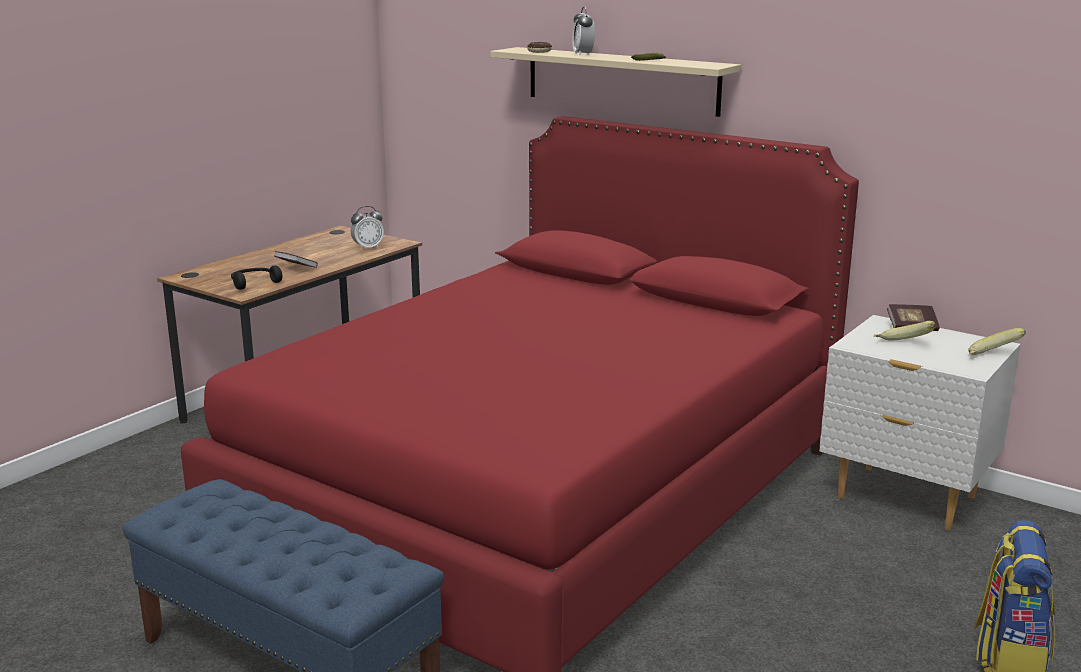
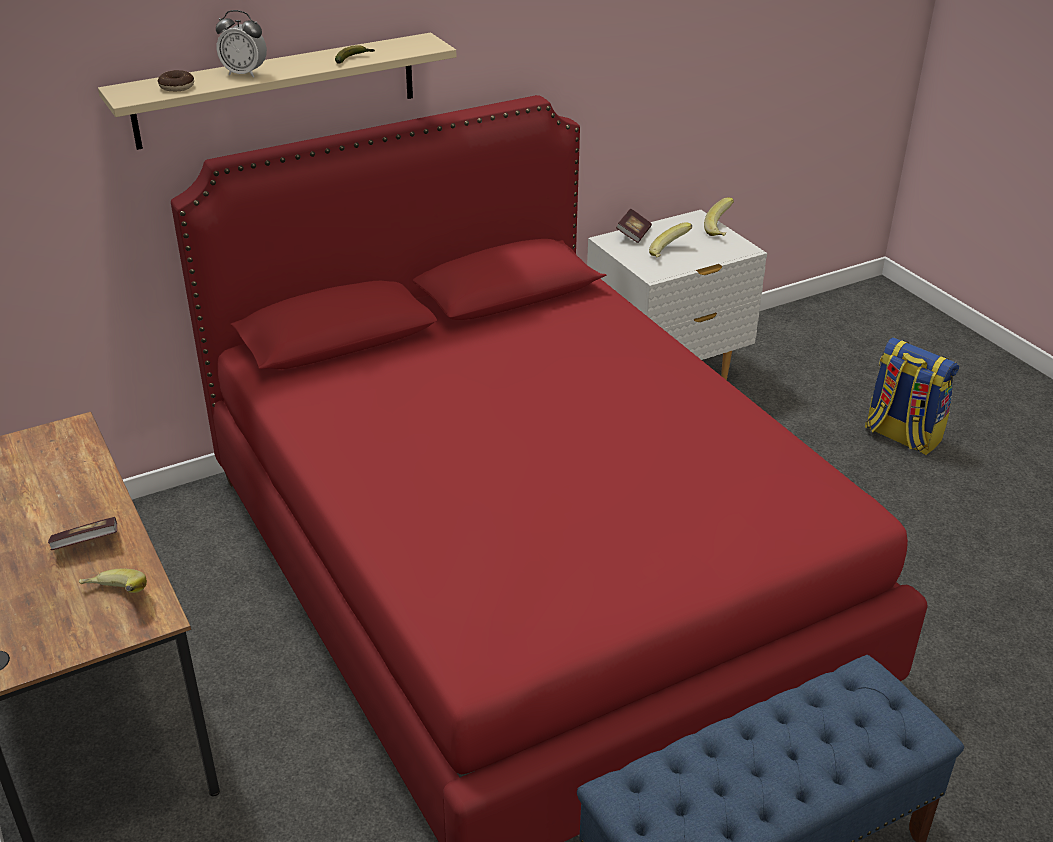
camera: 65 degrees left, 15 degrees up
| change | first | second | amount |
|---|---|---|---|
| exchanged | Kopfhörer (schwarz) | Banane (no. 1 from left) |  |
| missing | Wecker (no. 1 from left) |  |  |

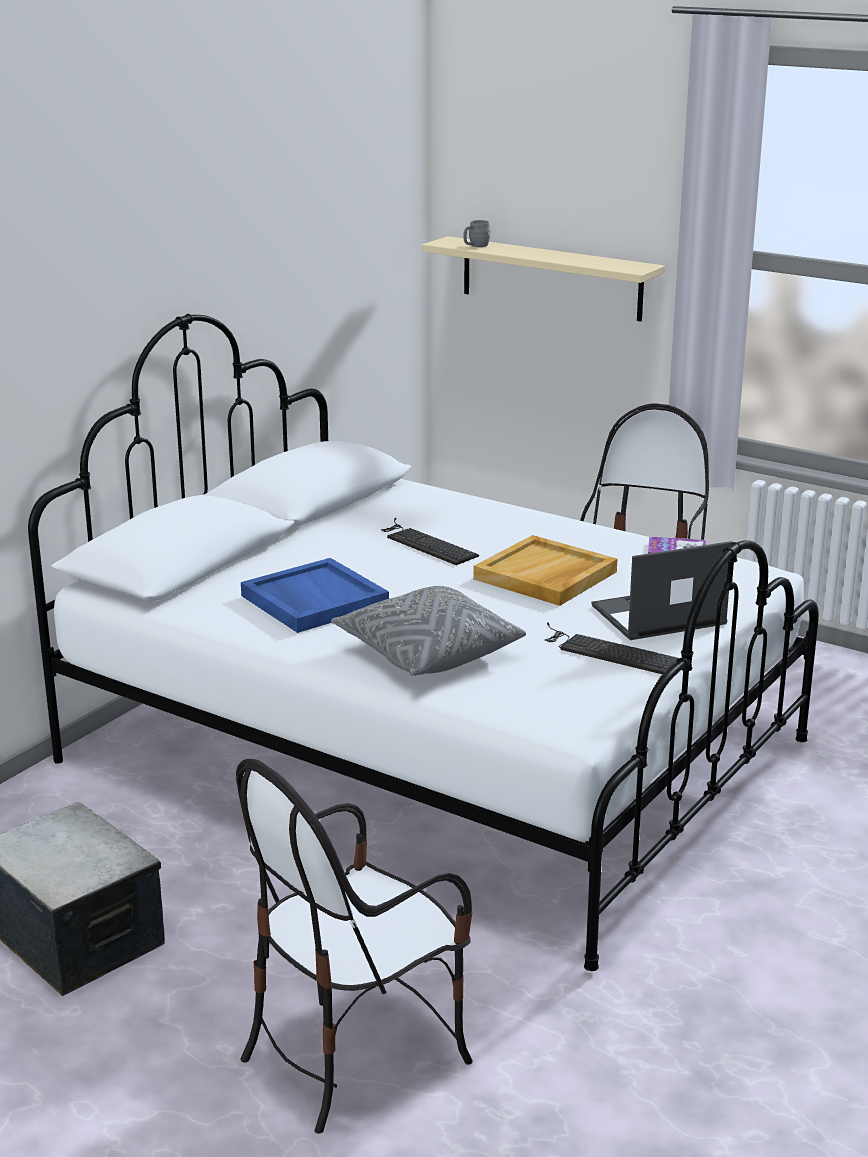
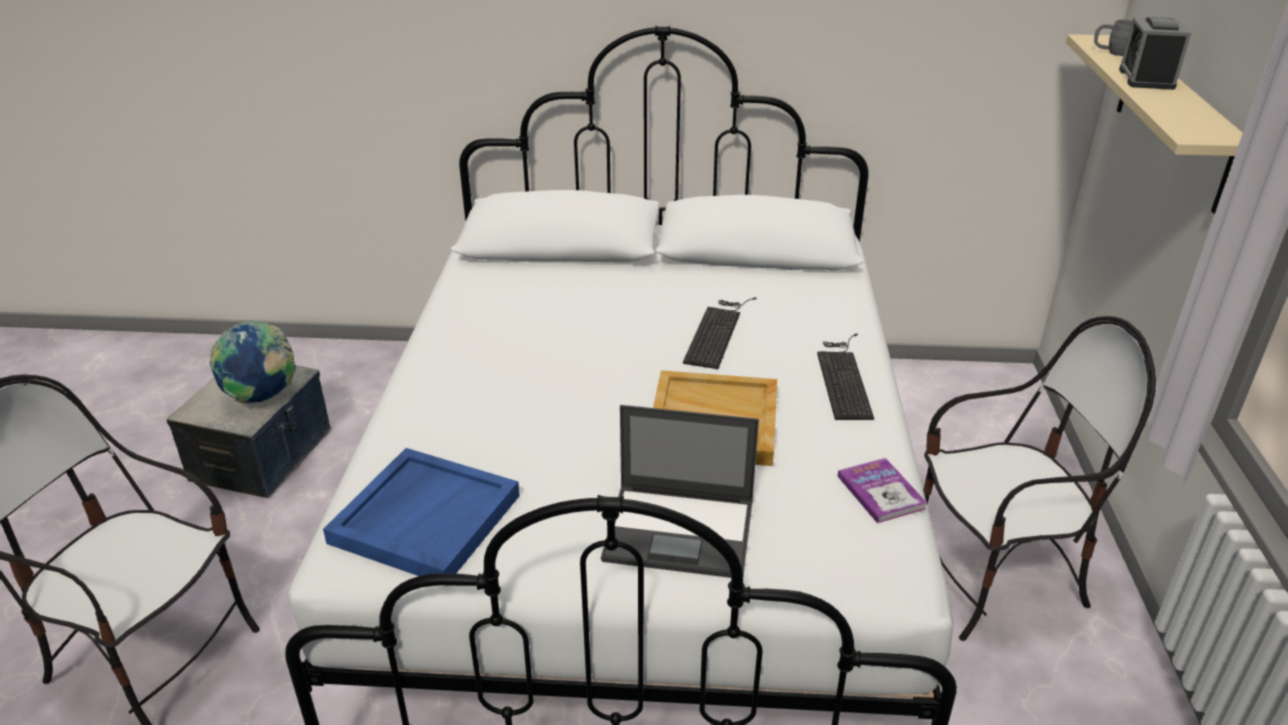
camera: 60 degrees right, 10 degrees up
| change | first | second | amount |
|---|---|---|---|
| appeared |  | Globus |  |
| relocated | Tablett (blau) |  |  |
| spun | Laptop |  | 150 degrees clockwise |
| relocated | Tastatur (no. 2 from left) |  |  |
| appeared |  | Wecker |  |
| missing | Kissen (grau) |  |  |

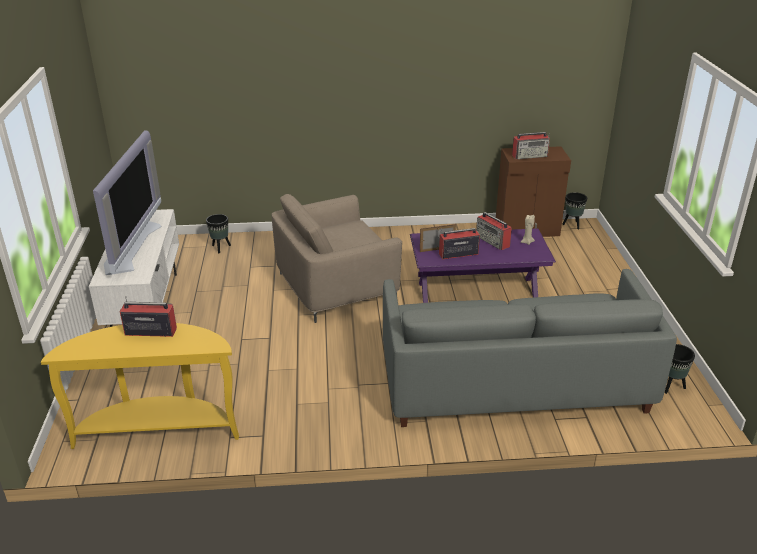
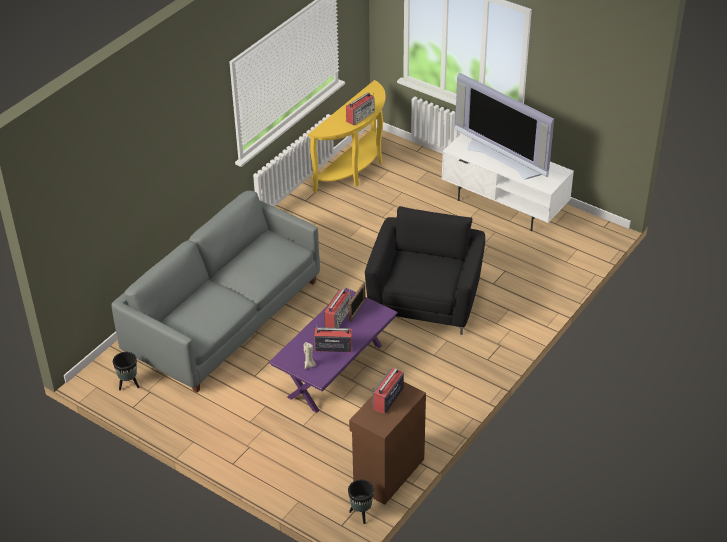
camera: 130 degrees right, 10 degrees up
| change | first | second | amount |
|---|---|---|---|
| colour | Sessel (beige) | Sessel (schwarz) |  |
| missing | Pflanzkübel (schwarz) (no. 1 from left) |  |  |

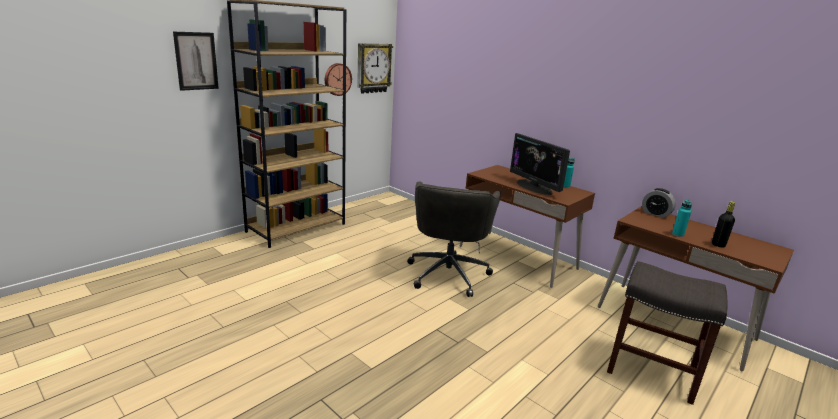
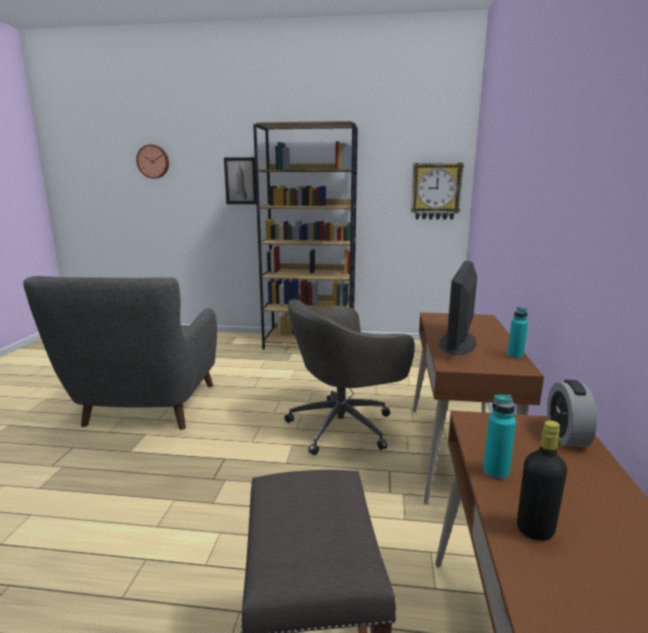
camera: 55 degrees right, 5 degrees down
| change | first | second | amount |
|---|---|---|---|
| appeared |  | Sessel (grau) |  |
| relocated | Wanduhr (no. 1 from left) |  |  |

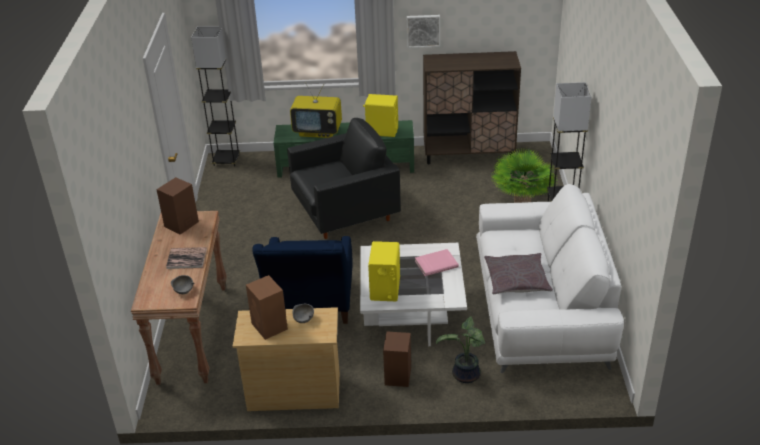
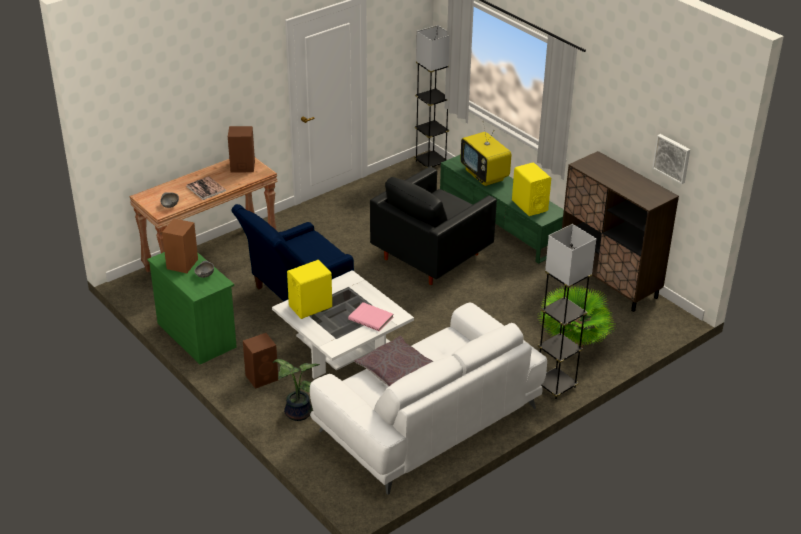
camera: 50 degrees right, 0 degrees up
| change | first | second | amount |
|---|---|---|---|
| colour | Kommode (beige) | Kommode (grün) |  |
| spun | Sessel (schwarz) |  | 105 degrees clockwise |
| relocated | Bild |  |  |

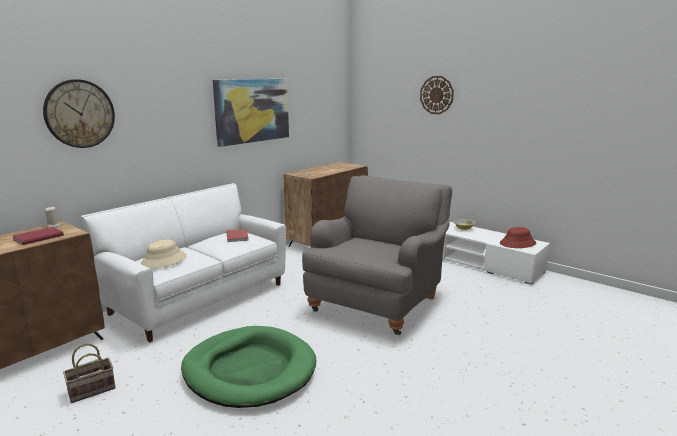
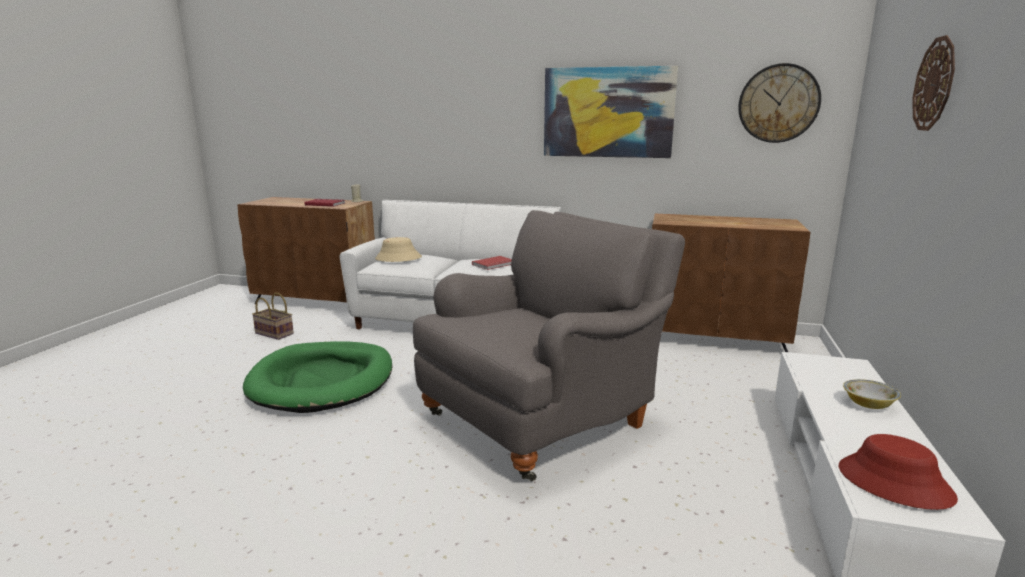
camera: 65 degrees right, 0 degrees up
| change | first | second | amount |
|---|---|---|---|
| spun | Sessel (grau) |  | 45 degrees counterclockwise |
| relocated | Wanduhr (no. 1 from left) |  |  |

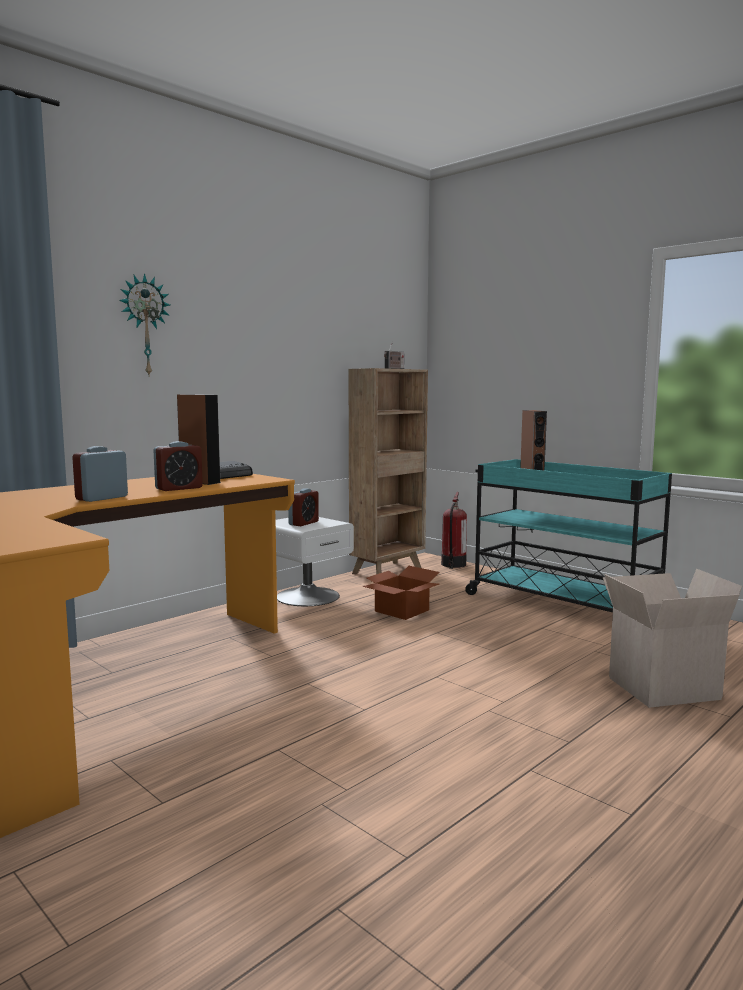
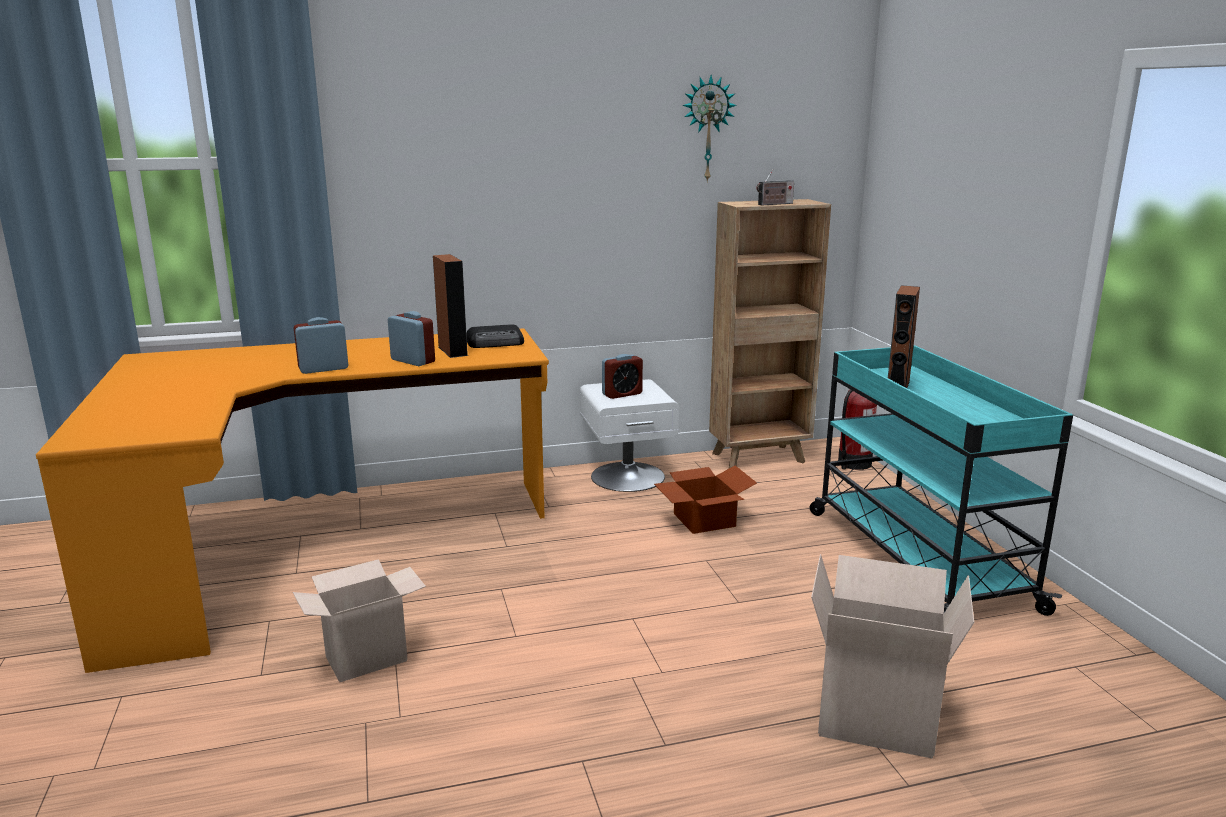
camera: 30 degrees right, 10 degrees up
| change | first | second | amount |
|---|---|---|---|
| appeared |  | Karton (no. 1 from left) |  |
| spun | Wecker (no. 2 from left) |  | 135 degrees counterclockwise |
| relocated | Wanduhr |  |  |

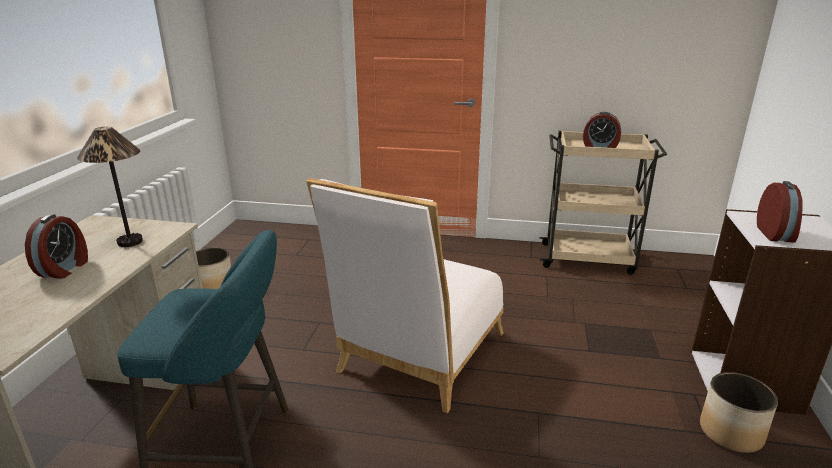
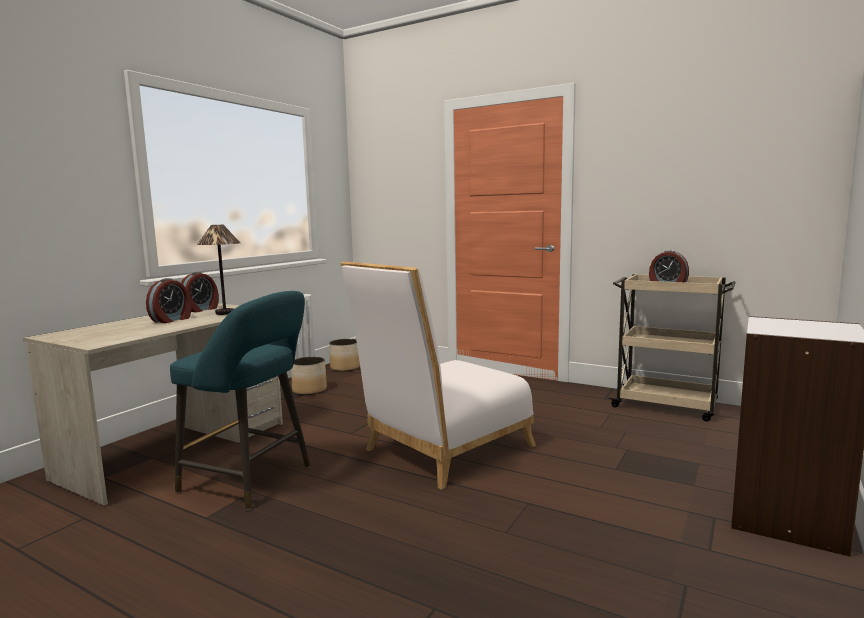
camera: 20 degrees right, 15 degrees down
| change | first | second | amount |
|---|---|---|---|
| relocated | Wecker (no. 3 from left in the first image) | Wecker (no. 2 from left) |  |
| relocated | Pflanzkübel (no. 2 from left) |  |  |

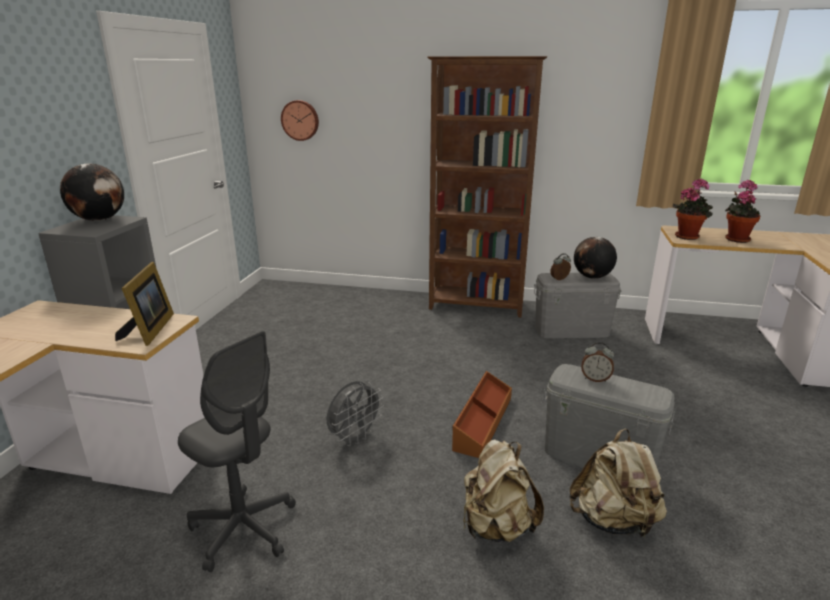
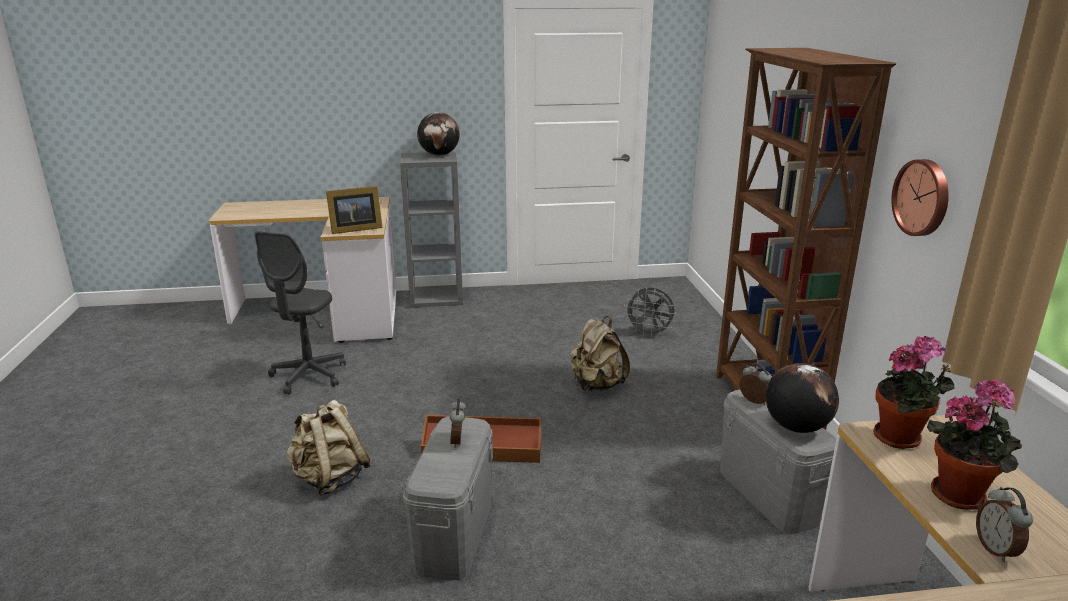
camera: 70 degrees right, 0 degrees up
| change | first | second | amount |
|---|---|---|---|
| relocated | Rucksack (beige) (no. 2 from left) |  |  |
| relocated | Ventilator (grau) |  |  |
| relocated | Wanduhr |  |  |
| appeared |  | Wecker (no. 3 from left) |  |

